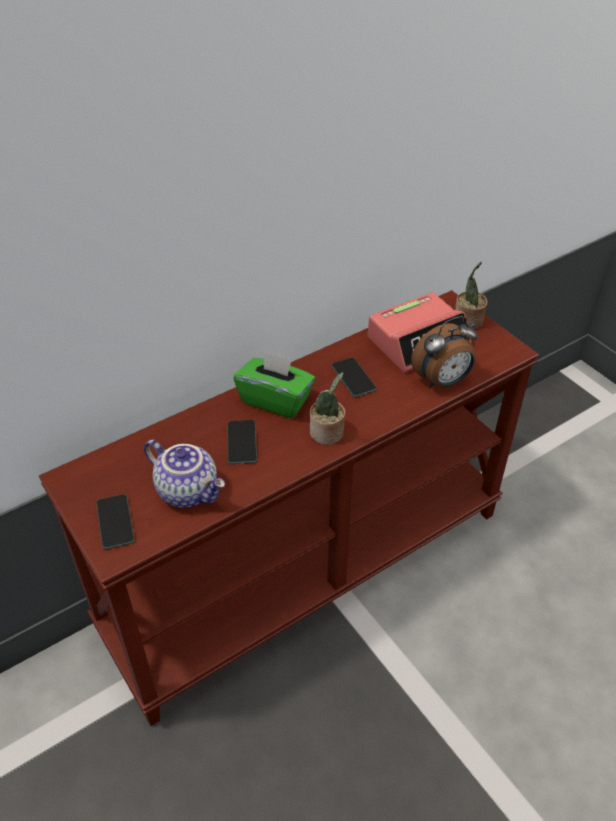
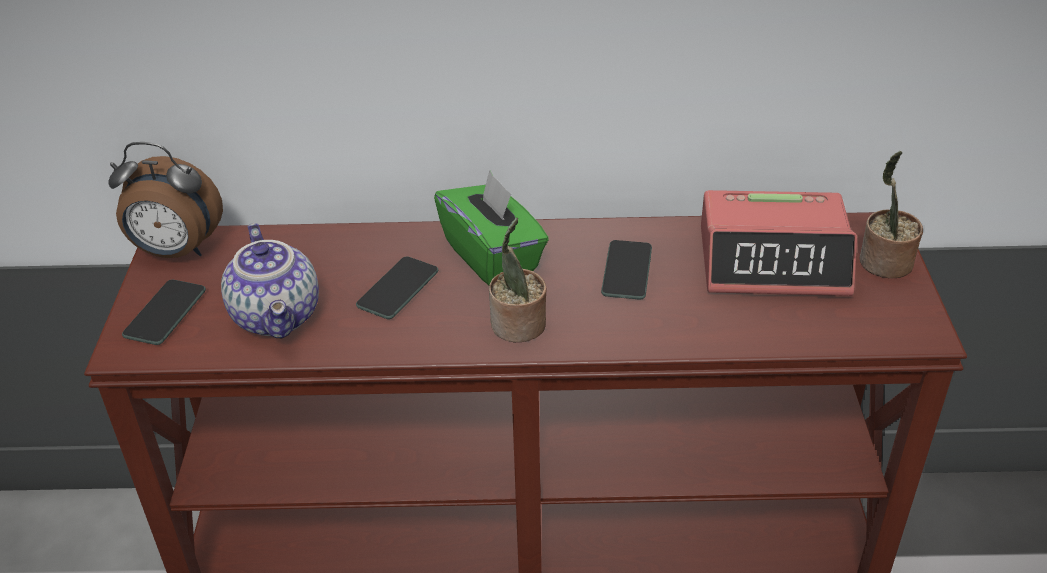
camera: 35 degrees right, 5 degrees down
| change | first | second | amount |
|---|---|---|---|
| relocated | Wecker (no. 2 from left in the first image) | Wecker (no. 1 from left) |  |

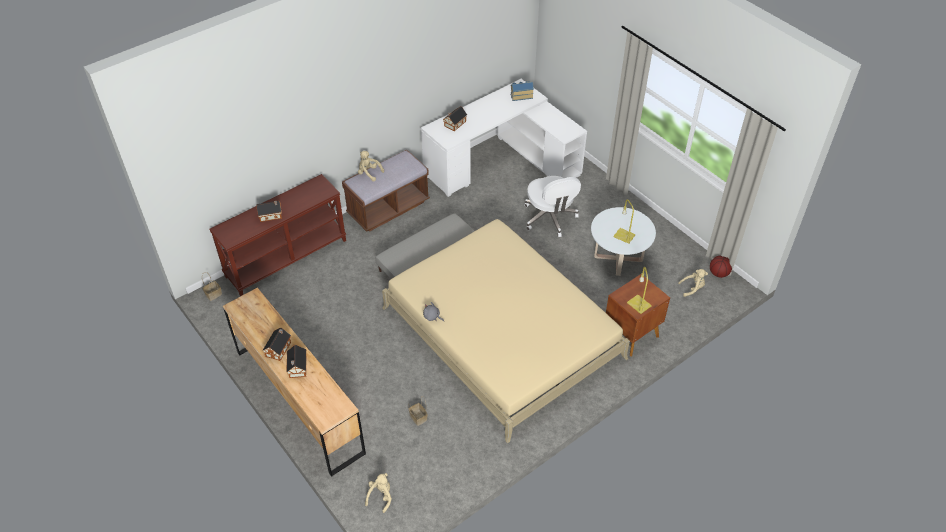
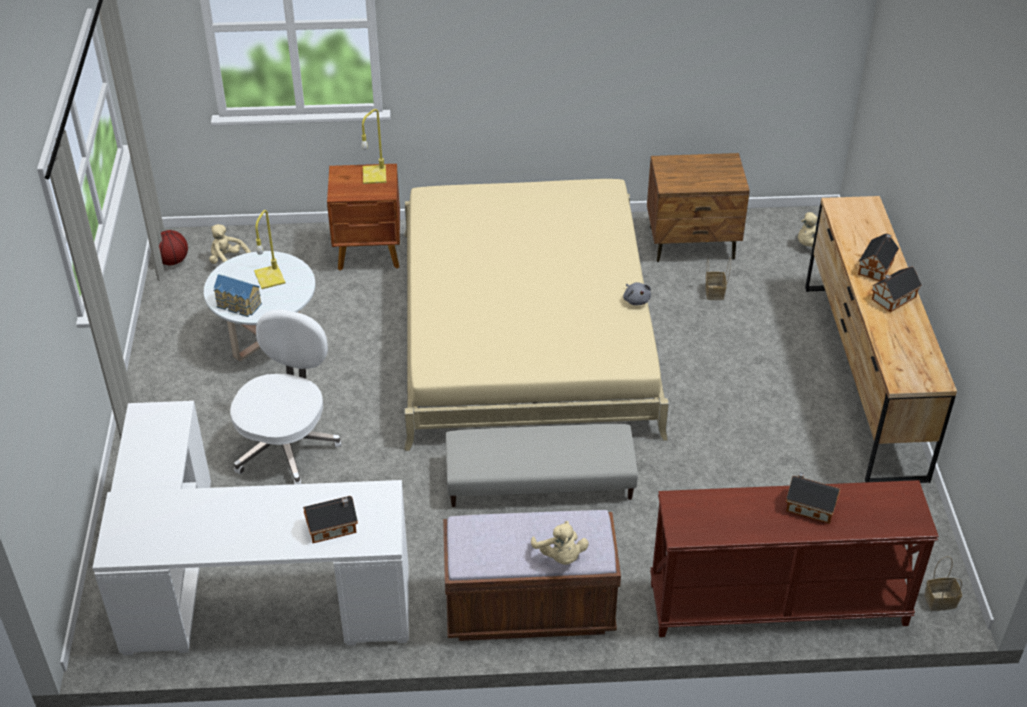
camera: 145 degrees left, 5 degrees down
| change | first | second | amount |
|---|---|---|---|
| relocated | Spielzeughaus (no. 5 from left in the first image) | Spielzeughaus (no. 1 from left) |  |
| appeared |  | Nachttisch (braun) (no. 2 from left) |  |

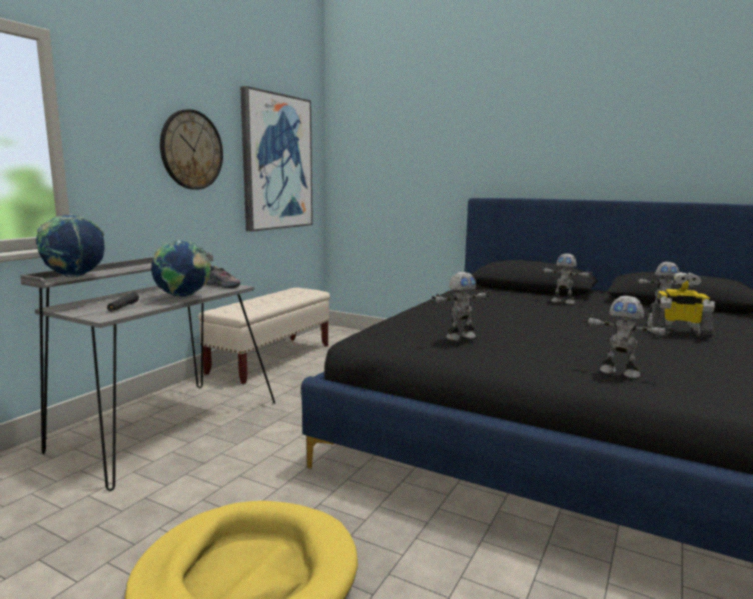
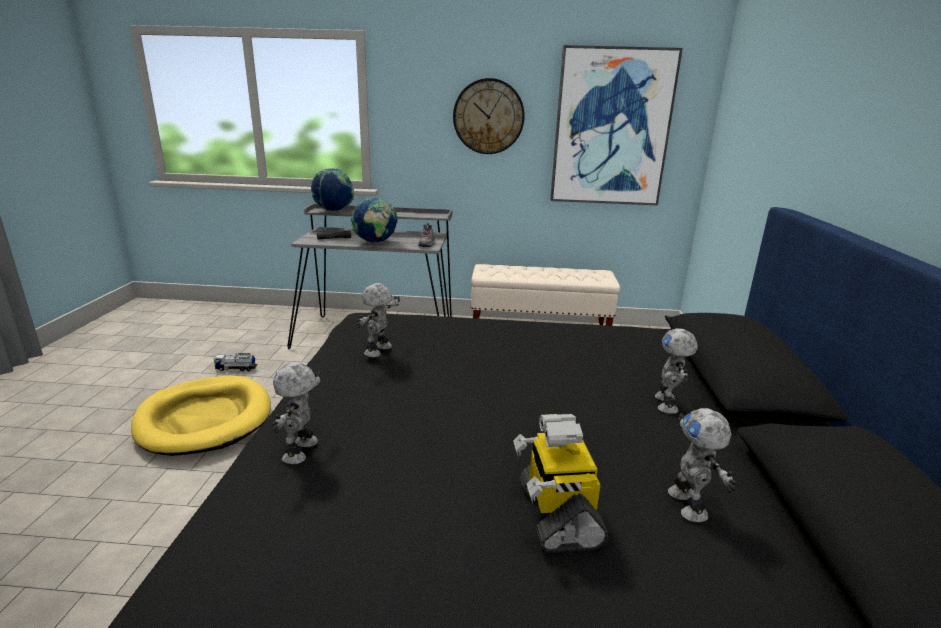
camera: 65 degrees right, 10 degrees up
| change | first | second | amount |
|---|---|---|---|
| appeared |  | Spielzeuglaster |  |
| spun | Spielzeugroboter (no. 1 from left in the first image) | Spielzeugroboter (no. 2 from left) | 75 degrees clockwise |

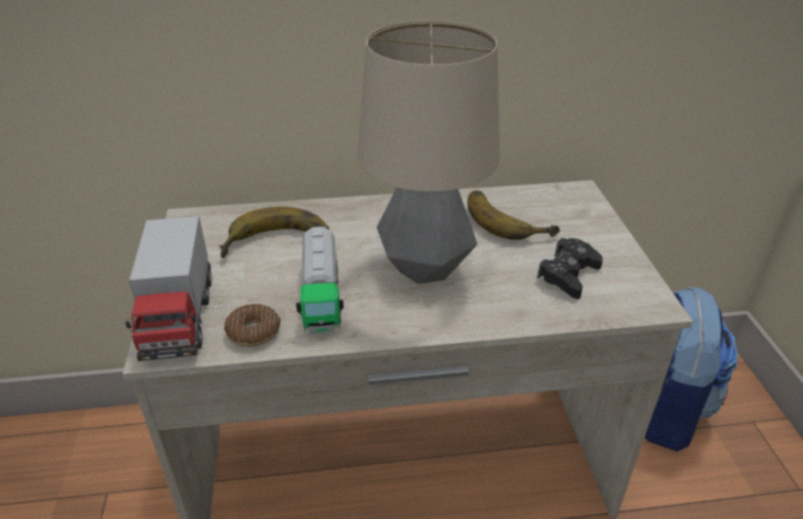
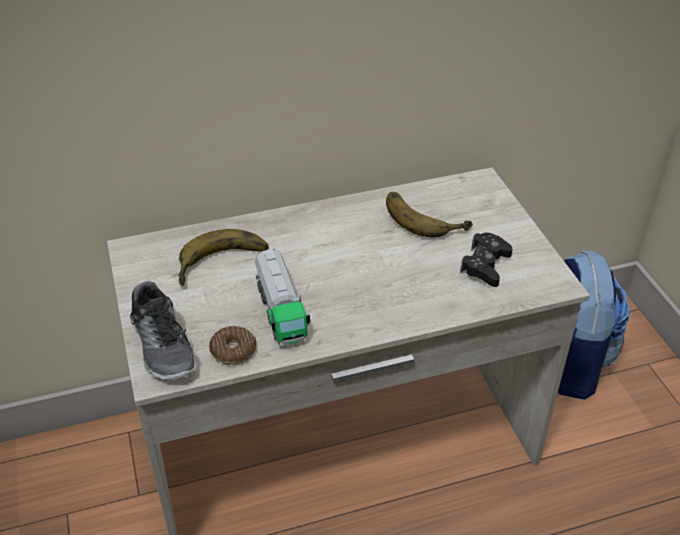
camera: 10 degrees left, 5 degrees up
| change | first | second | amount |
|---|---|---|---|
| exchanged | Spielzeuglaster (no. 1 from left) | Schuh |  |
| missing | Tischlampe |  |  |

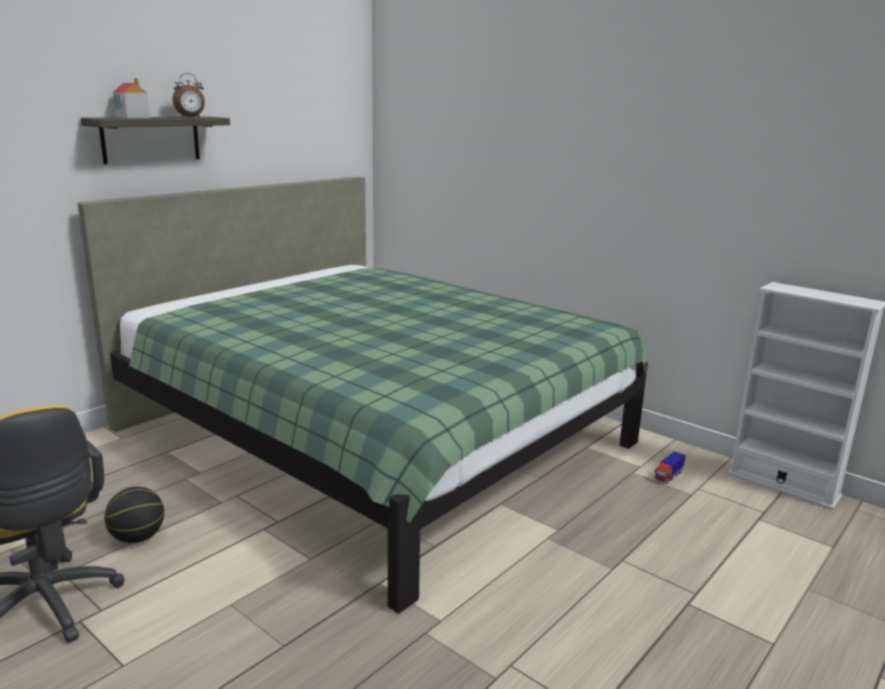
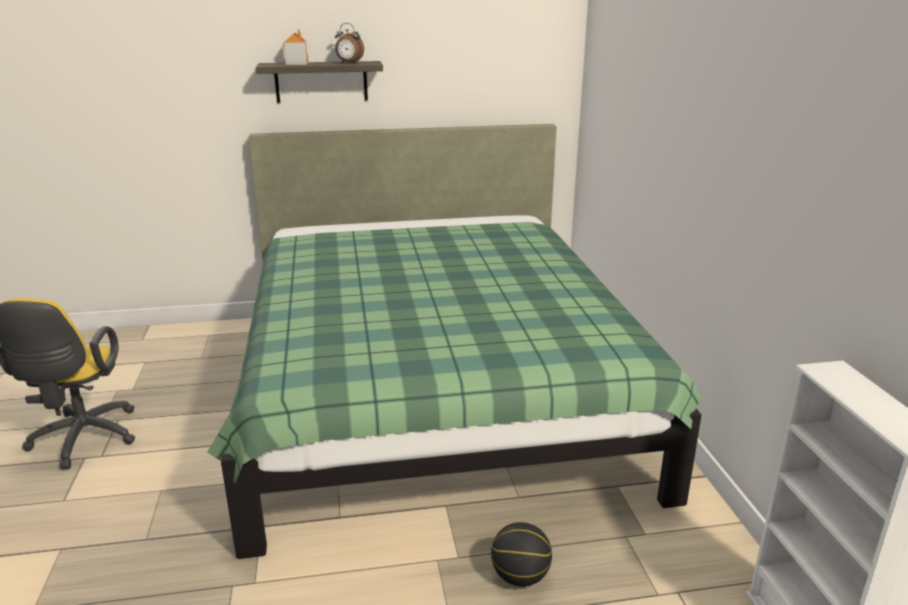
camera: 40 degrees right, 5 degrees up
| change | first | second | amount |
|---|---|---|---|
| relocated | Basketball |  |  |
| missing | Spielzeuglaster |  |  |

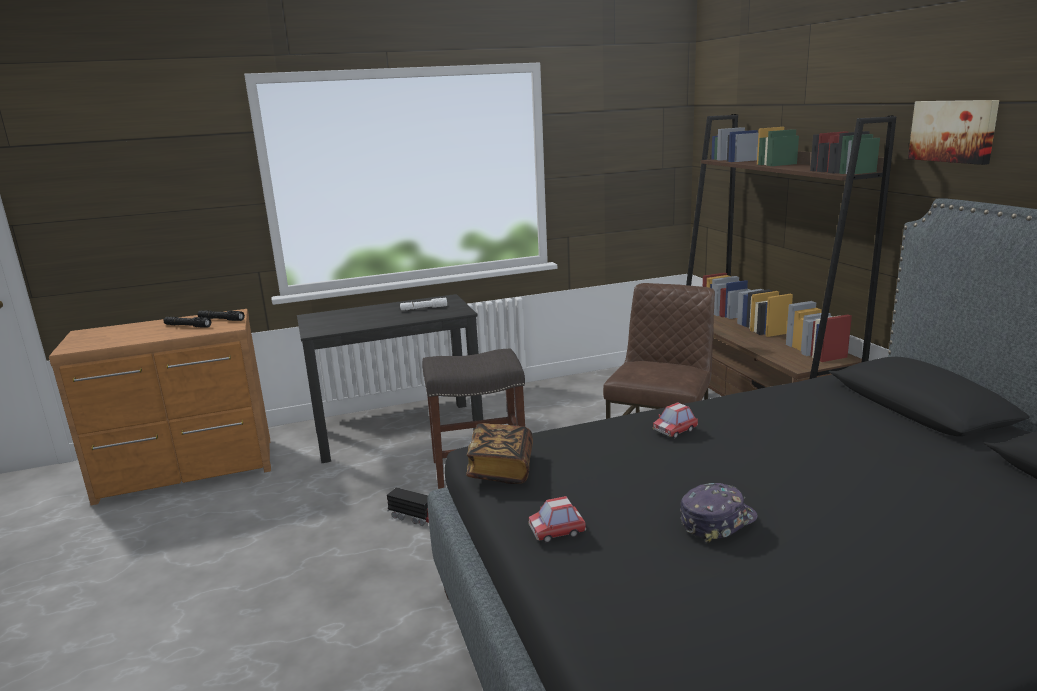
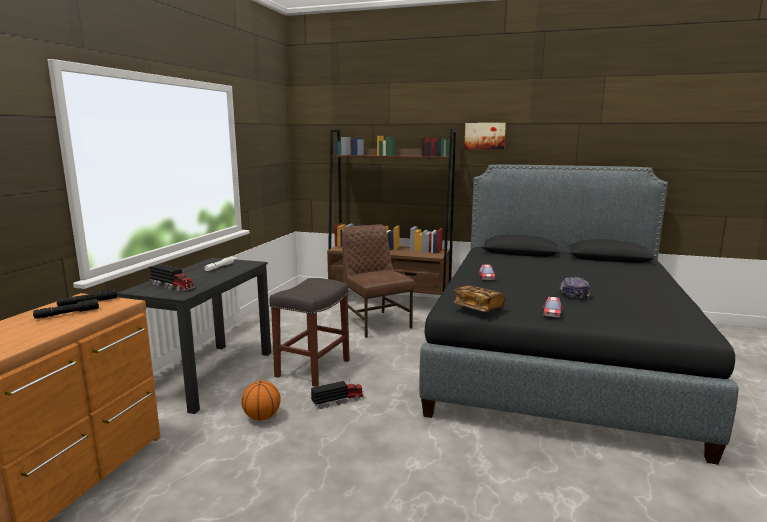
camera: 55 degrees left, 5 degrees down
| change | first | second | amount |
|---|---|---|---|
| appeared |  | Spielzeuglaster (no. 1 from left) |  |
| appeared |  | Basketball |  |

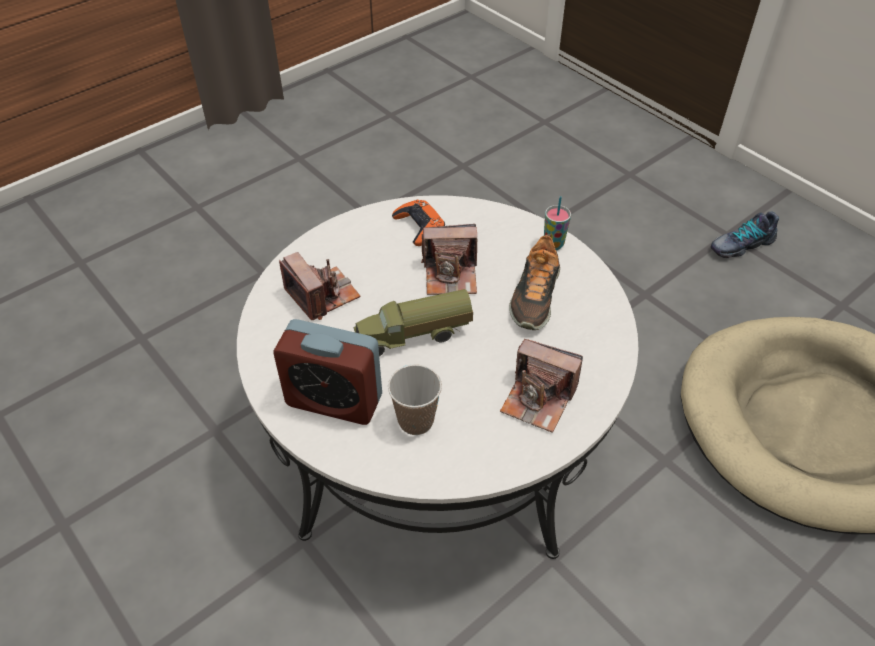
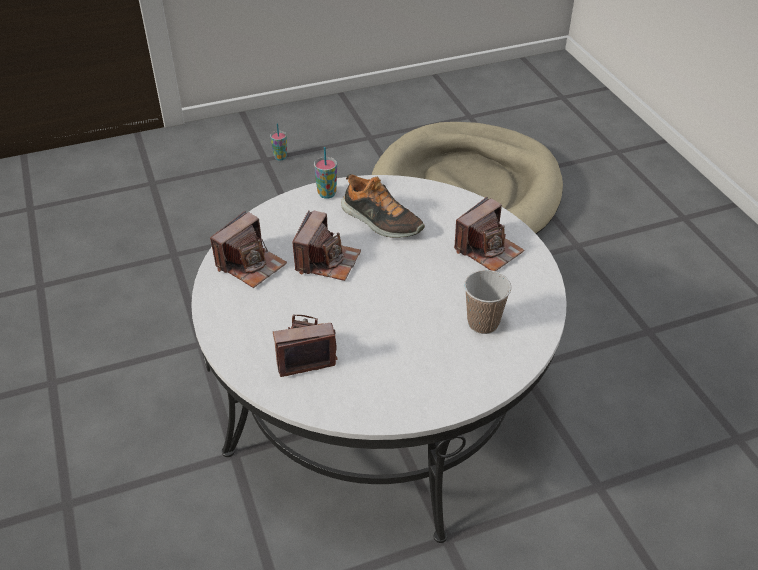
camera: 70 degrees left, 5 degrees down
| change | first | second | amount |
|---|---|---|---|
| exchanged | Gamepad (orange) | Kamera (no. 1 from left) |  |
| exchanged | Schuh (no. 2 from left) | Tasse (no. 1 from left) |  |
| missing | Wecker |  |  |
| missing | Spielzeuglaster |  |  |

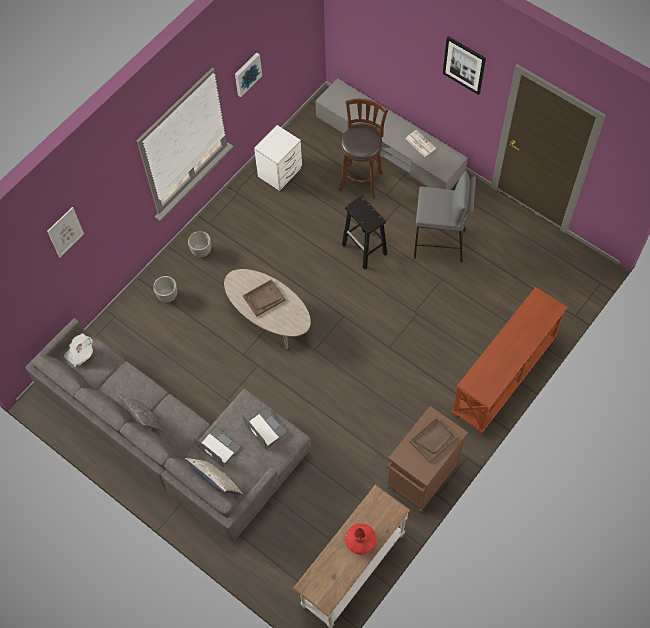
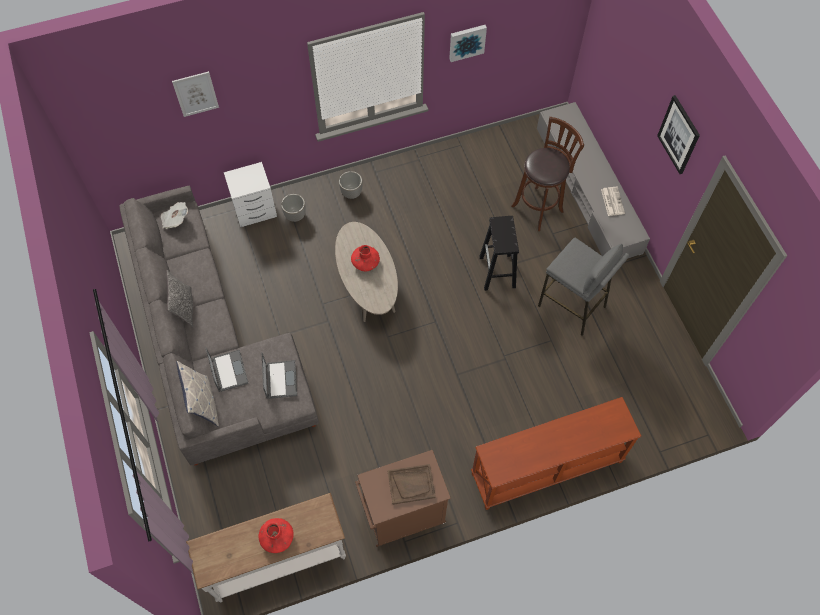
camera: 30 degrees right, 0 degrees up
| change | first | second | amount |
|---|---|---|---|
| relocated | Nachttisch (weiß) |  |  |
| exchanged | Tablett (braun) (no. 1 from left) | Vase (rot) (no. 2 from left) |  |

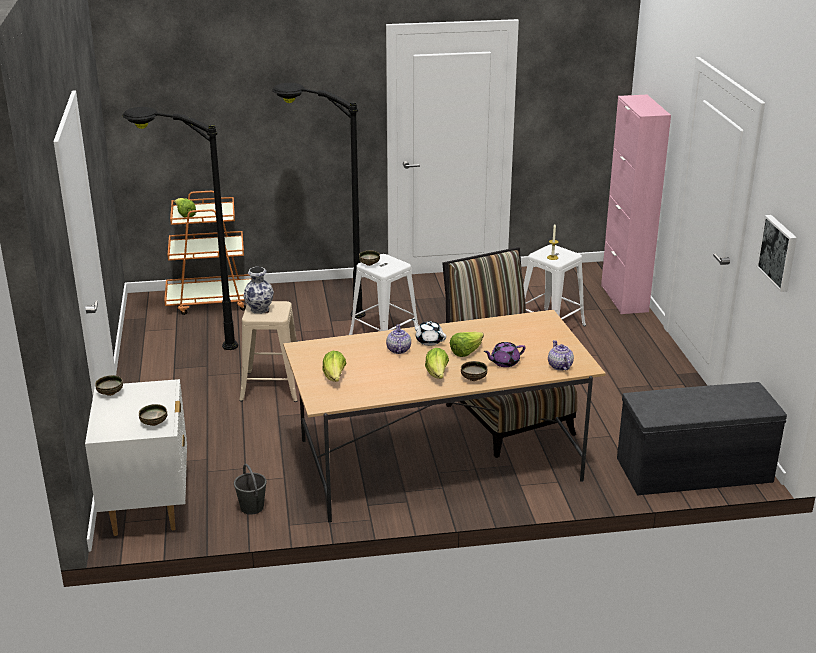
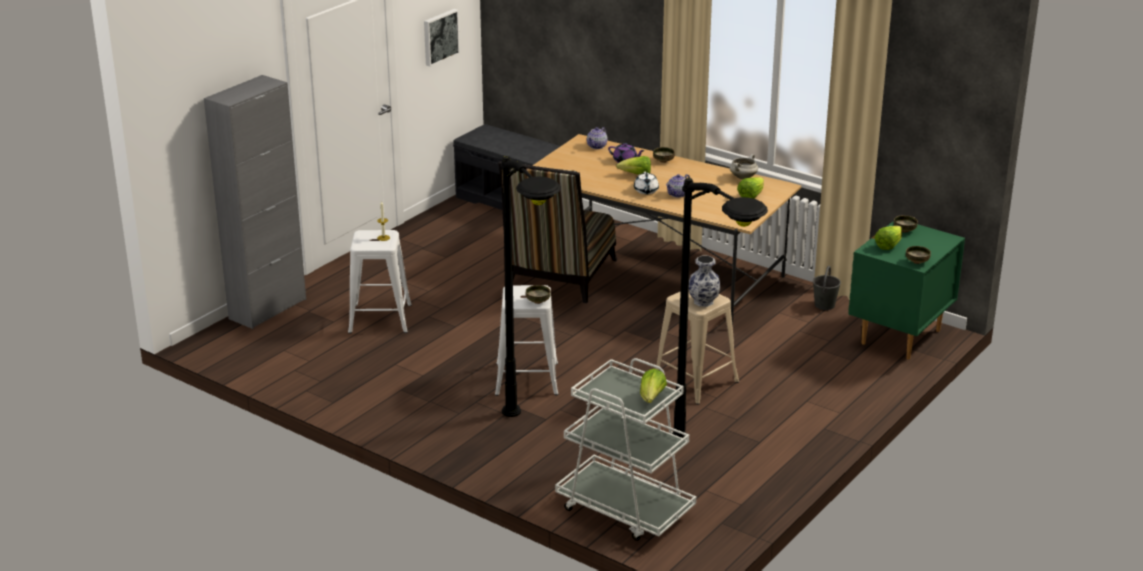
camera: 135 degrees left, 0 degrees up
| change | first | second | amount |
|---|---|---|---|
| colour | Schrank (rosa) | Schrank (grau) |  |
| colour | Rollwagen (orange) | Rollwagen (weiß) |  |
| appeared |  | Kochtopf (weiß) |  |
| colour | Nachttisch (weiß) | Nachttisch (grün) |  |
| relocated | Salatkopf (no. 3 from left in the first image) | Salatkopf (no. 4 from left) |  |

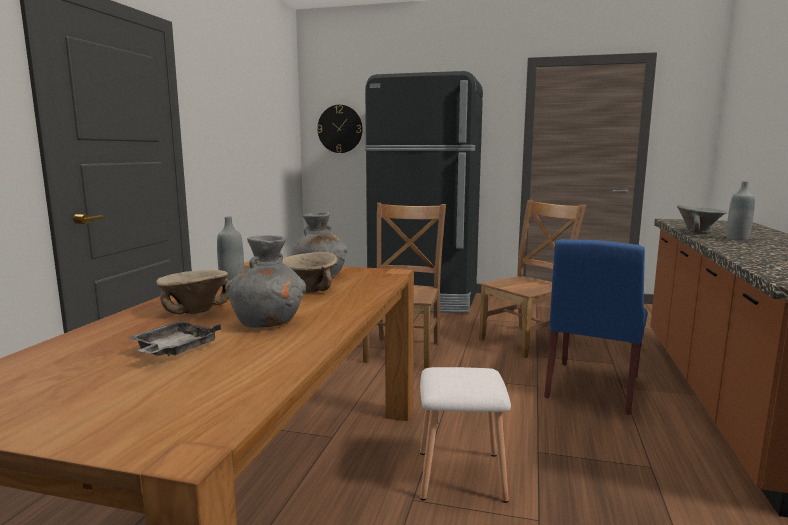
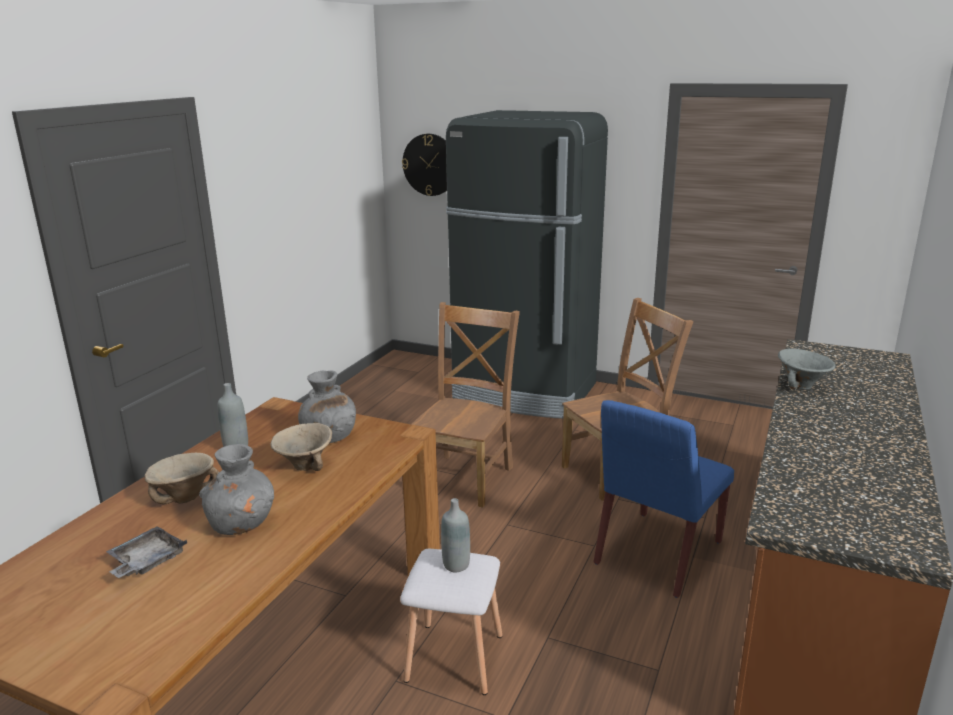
camera: 10 degrees right, 10 degrees up
| change | first | second | amount |
|---|---|---|---|
| relocated | Flasche (grau) (no. 2 from left) |  |  |

